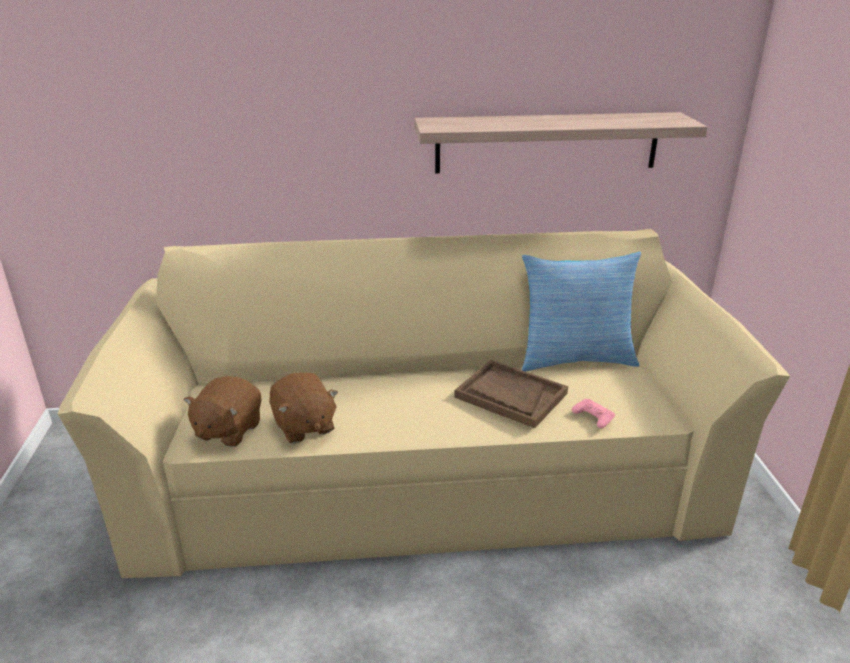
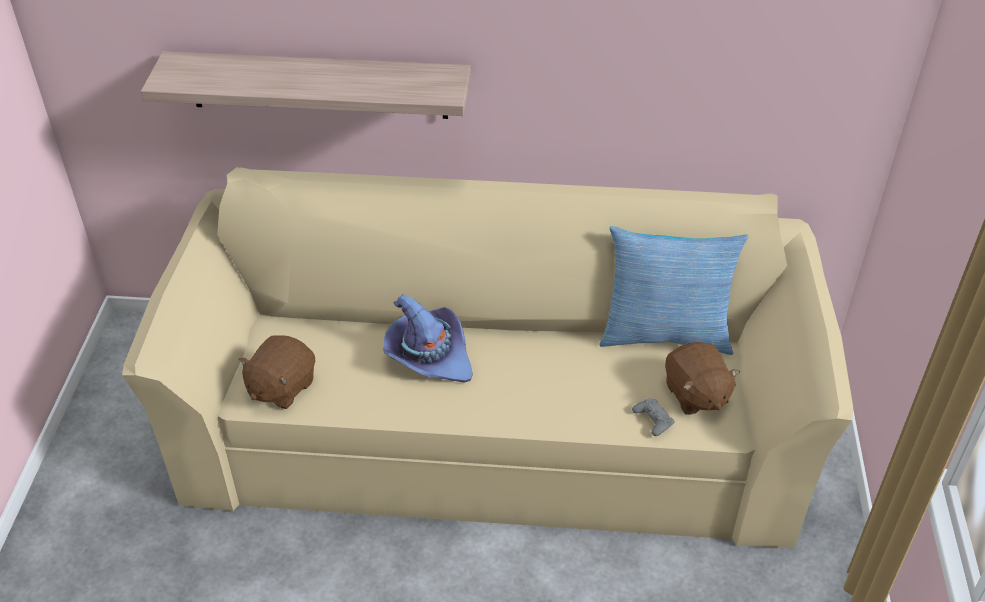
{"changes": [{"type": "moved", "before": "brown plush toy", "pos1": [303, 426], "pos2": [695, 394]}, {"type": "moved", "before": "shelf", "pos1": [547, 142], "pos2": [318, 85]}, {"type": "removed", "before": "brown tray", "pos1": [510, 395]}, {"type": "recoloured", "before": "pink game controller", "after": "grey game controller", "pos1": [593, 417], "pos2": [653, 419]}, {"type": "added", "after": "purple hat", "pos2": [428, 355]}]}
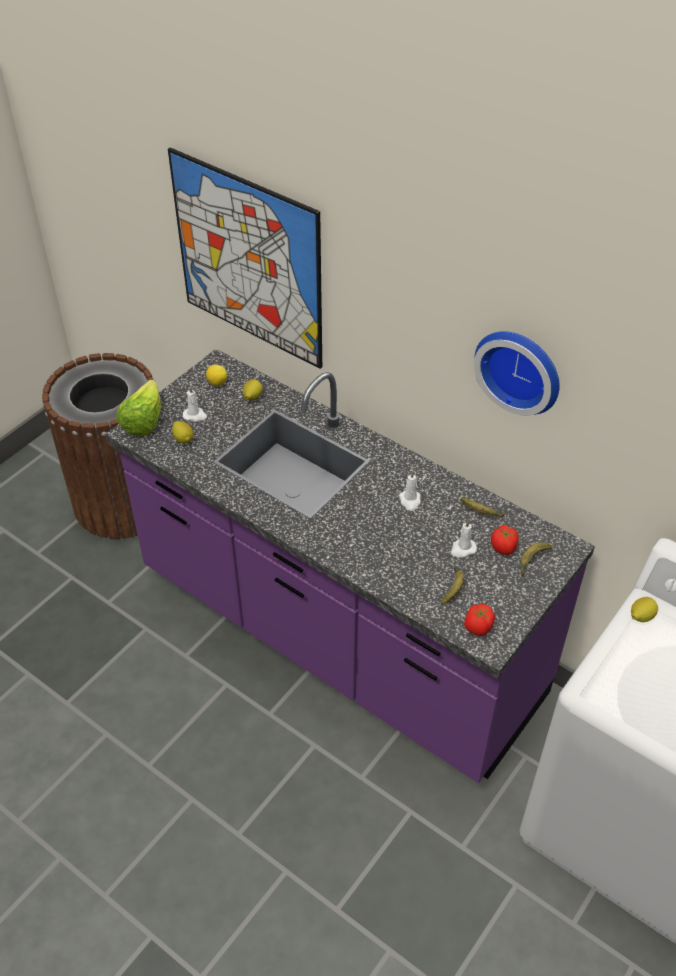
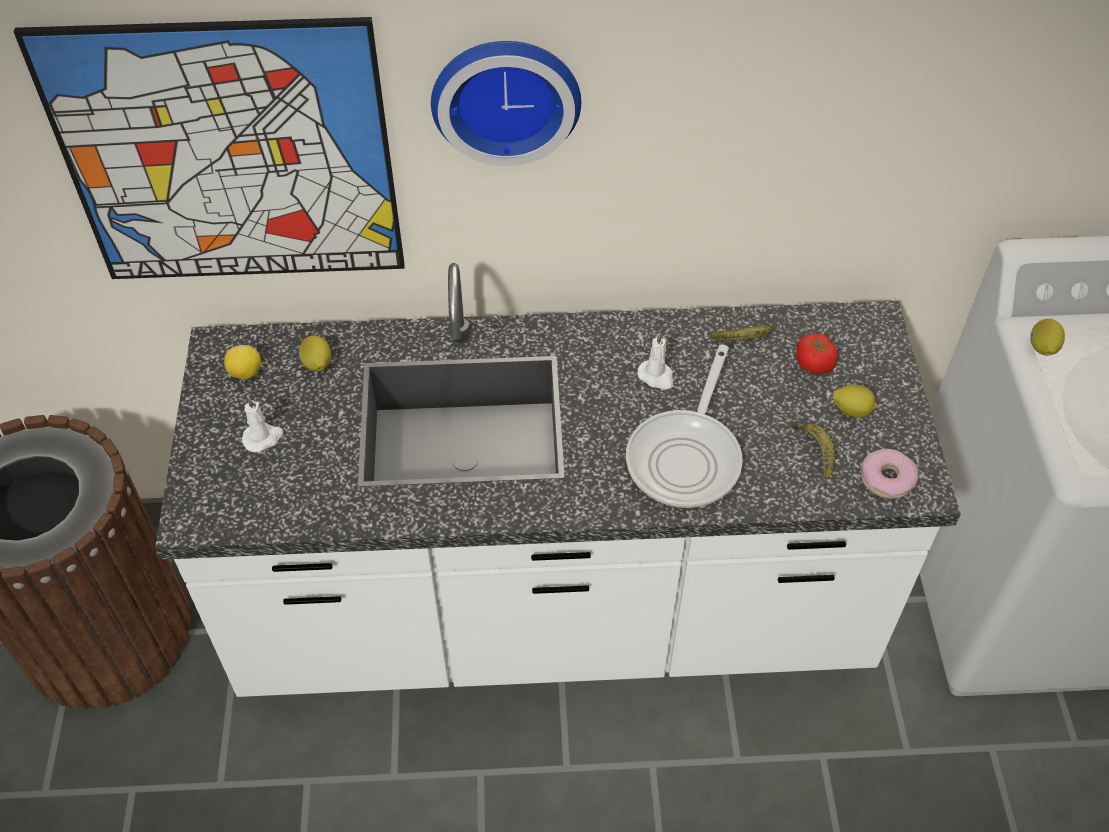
{"changes": [{"type": "recoloured", "before": "purple counter", "after": "white counter", "pos1": [338, 635], "pos2": [554, 612]}, {"type": "removed", "before": "lettuce", "pos1": [143, 421]}, {"type": "moved", "before": "lemon", "pos1": [183, 439], "pos2": [851, 410]}, {"type": "removed", "before": "white candle", "pos1": [462, 549]}, {"type": "replaced", "before": "tomato", "after": "donut", "pos1": [477, 627], "pos2": [887, 479]}, {"type": "moved", "before": "wall clock", "pos1": [520, 369], "pos2": [505, 95]}, {"type": "removed", "before": "banana", "pos1": [532, 560]}, {"type": "added", "after": "frying pan", "pos2": [687, 456]}]}
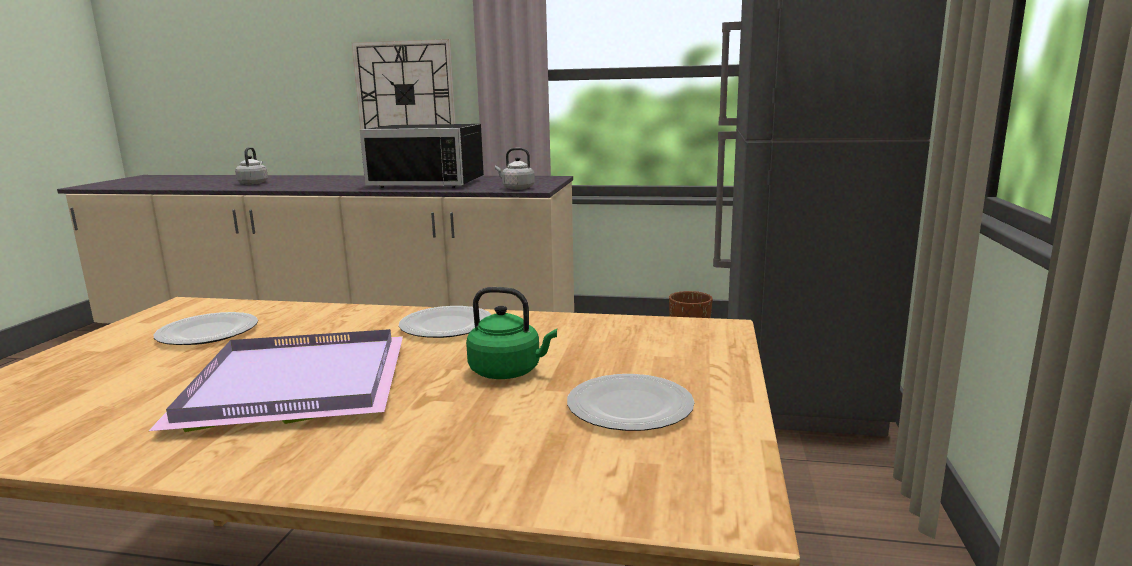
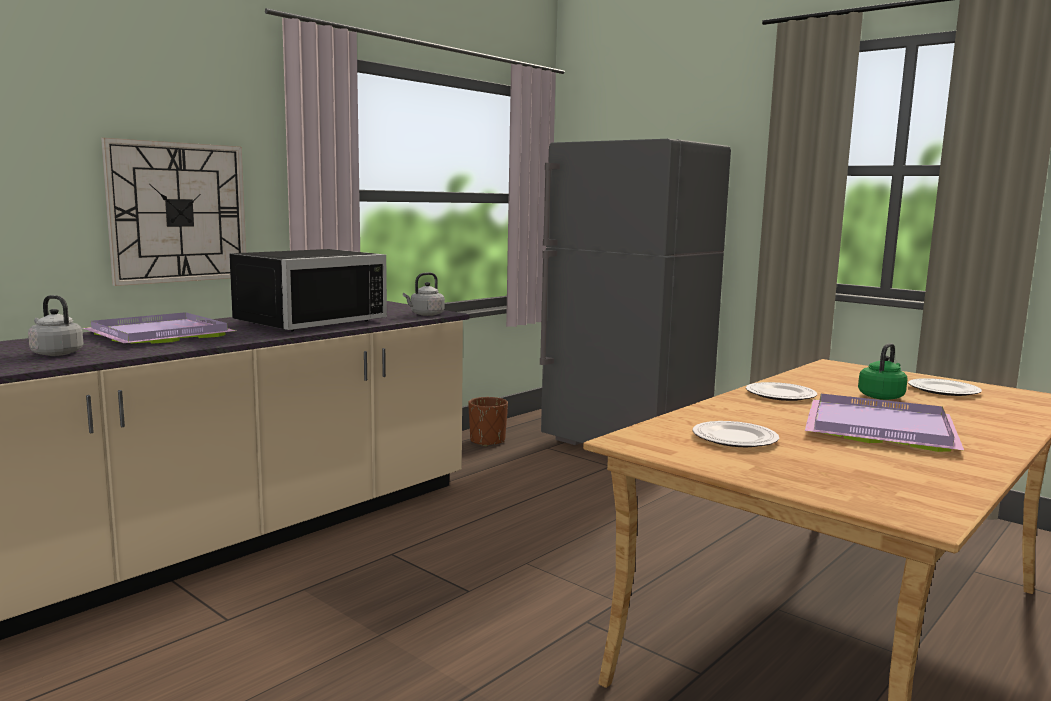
{"changes": [{"type": "added", "after": "purple tray", "pos2": [163, 334]}]}
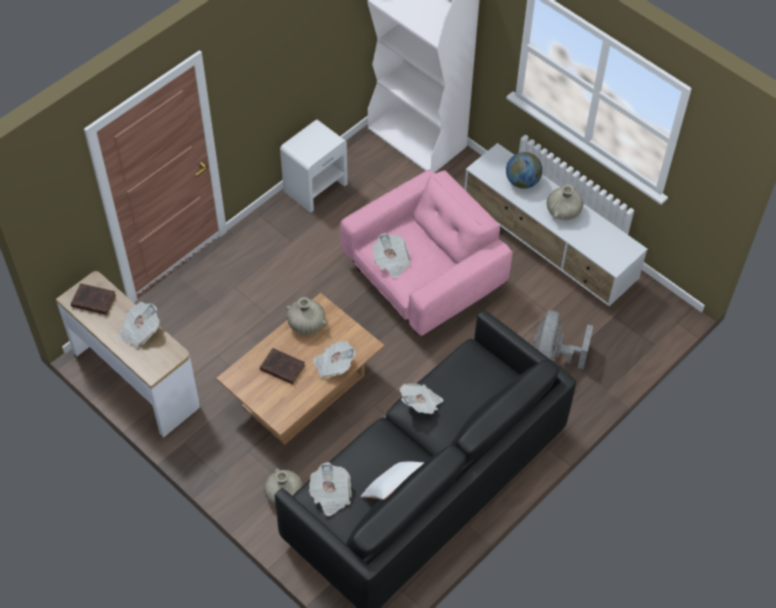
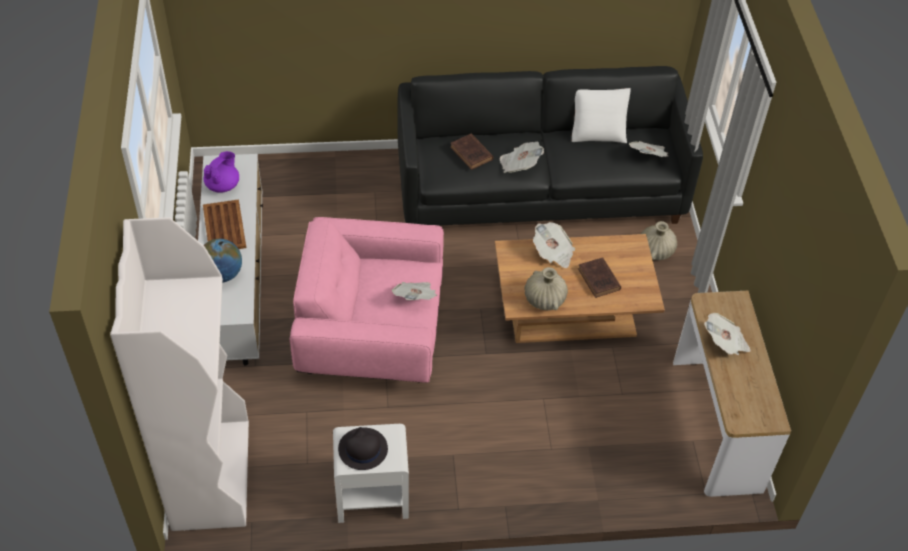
{"changes": [{"type": "moved", "before": "brown book", "pos1": [92, 300], "pos2": [472, 154]}, {"type": "removed", "before": "grey fan", "pos1": [552, 358]}, {"type": "replaced", "before": "beige vase", "after": "brown tray", "pos1": [563, 211], "pos2": [224, 226]}, {"type": "added", "after": "purple teapot", "pos2": [223, 185]}, {"type": "added", "after": "black hat", "pos2": [362, 449]}]}
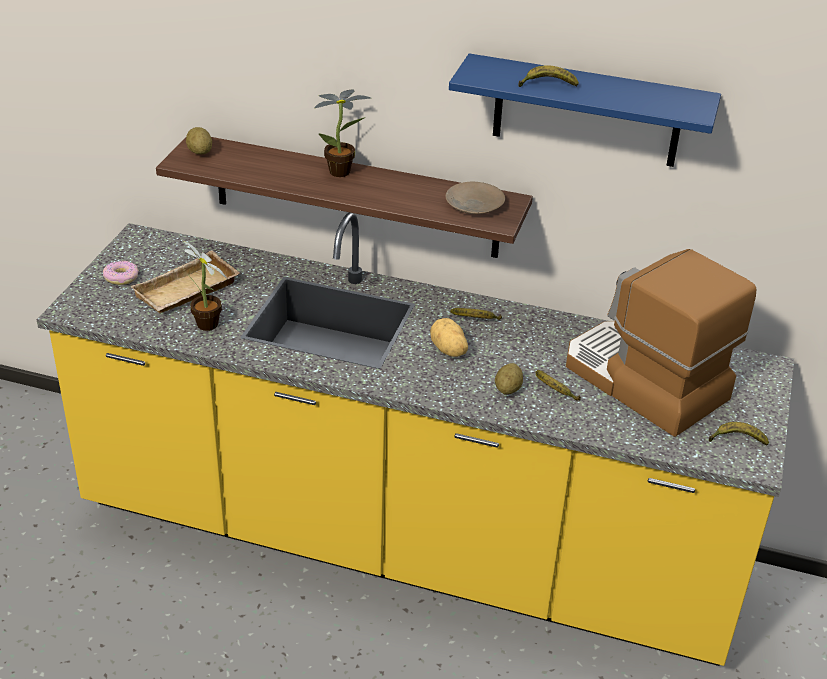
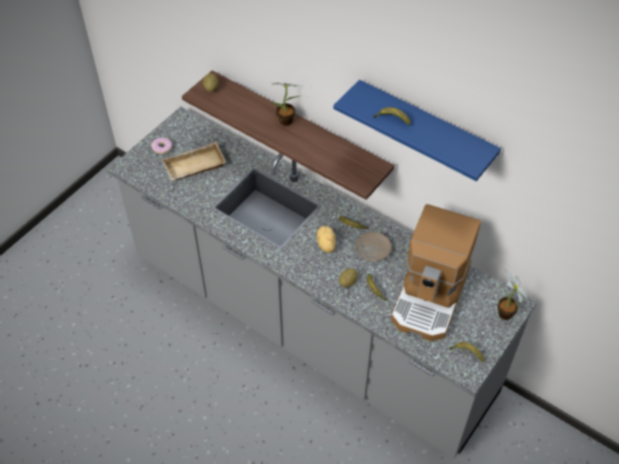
{"changes": [{"type": "recoloured", "before": "yellow counter", "after": "grey counter", "pos1": [405, 545], "pos2": [309, 326]}, {"type": "moved", "before": "potted plant", "pos1": [208, 327], "pos2": [505, 316]}, {"type": "moved", "before": "beige plate", "pos1": [474, 205], "pos2": [372, 250]}, {"type": "turned", "before": "coffee machine", "pos1": [642, 382], "pos2": [431, 297], "turn": -135}]}
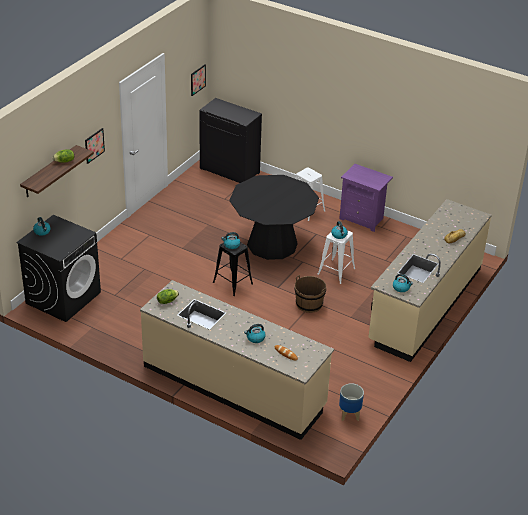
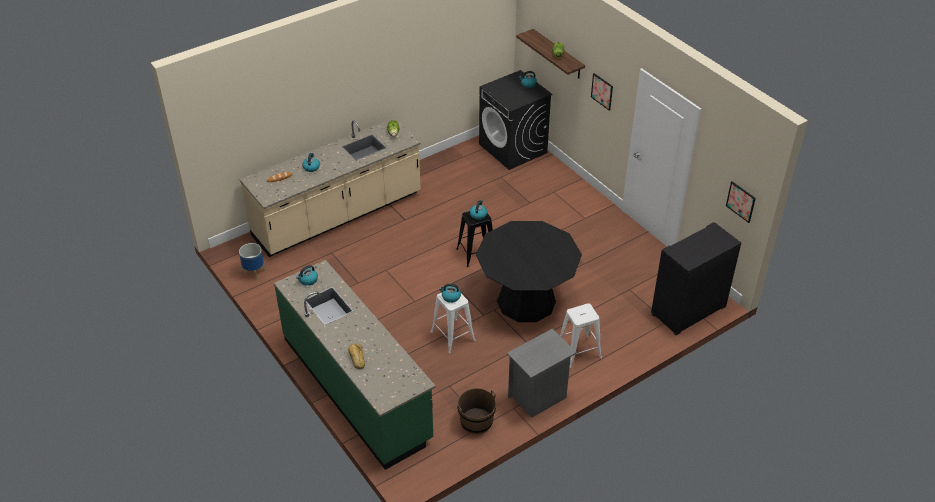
{"changes": [{"type": "moved", "before": "brown bucket", "pos1": [309, 304], "pos2": [476, 421]}, {"type": "recoloured", "before": "purple nightstand", "after": "grey nightstand", "pos1": [363, 219], "pos2": [538, 397]}, {"type": "recoloured", "before": "beige counter", "after": "green counter", "pos1": [425, 304], "pos2": [357, 388]}]}
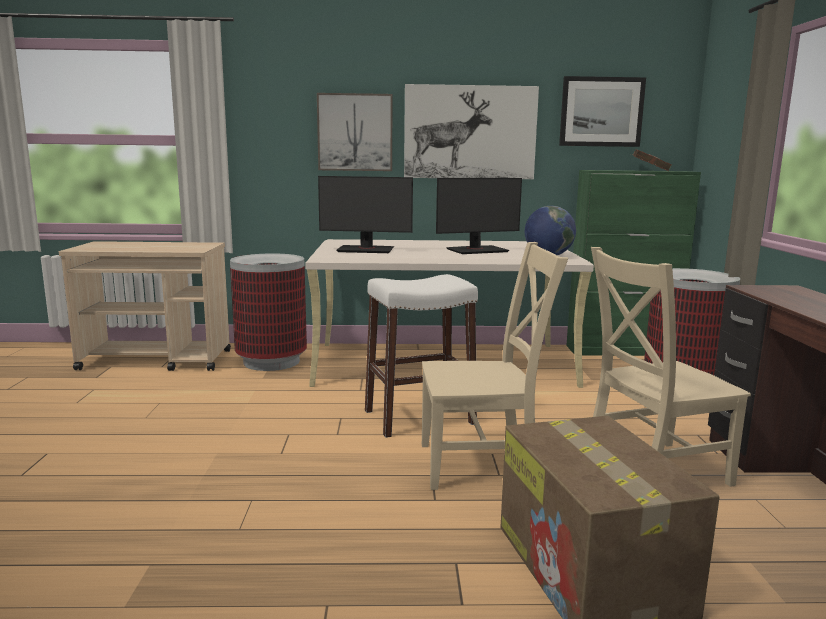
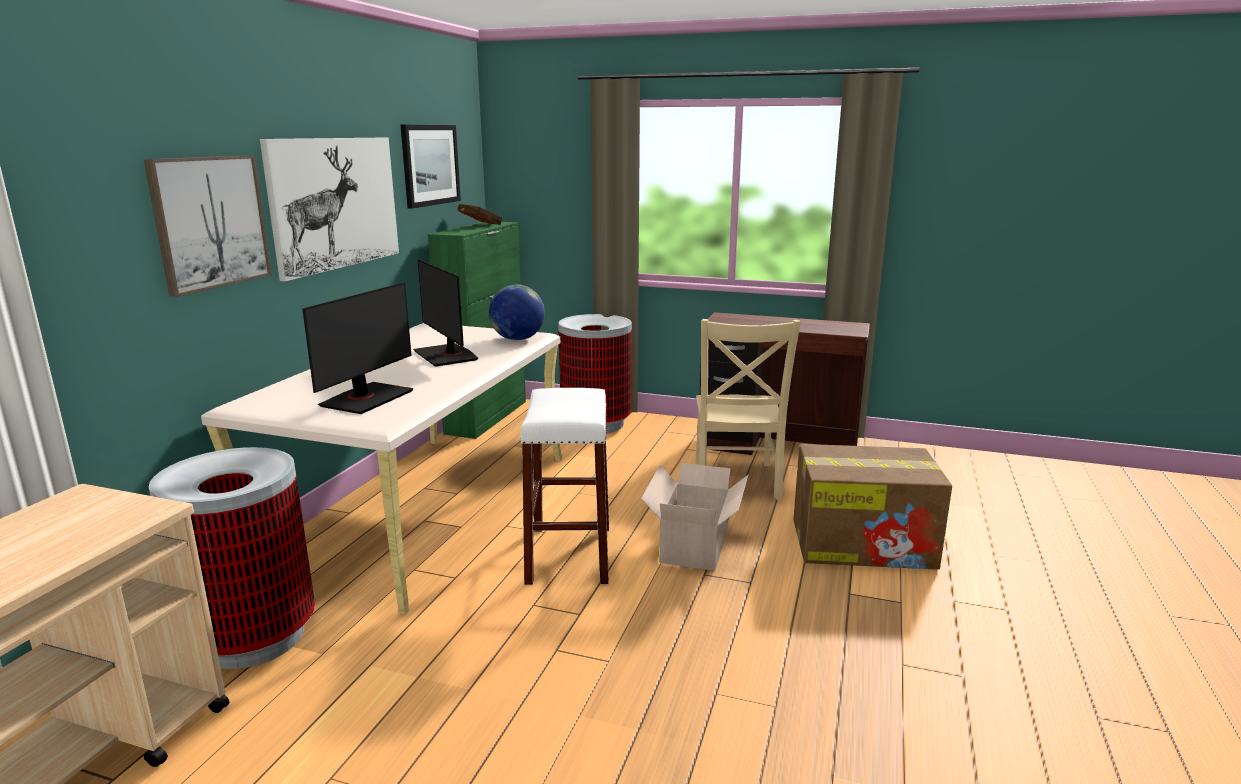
{"changes": [{"type": "replaced", "before": "beige chair", "after": "cardboard box", "pos1": [483, 464], "pos2": [695, 545]}, {"type": "turned", "before": "monitor", "pos1": [476, 250], "pos2": [446, 355], "turn": 150}]}
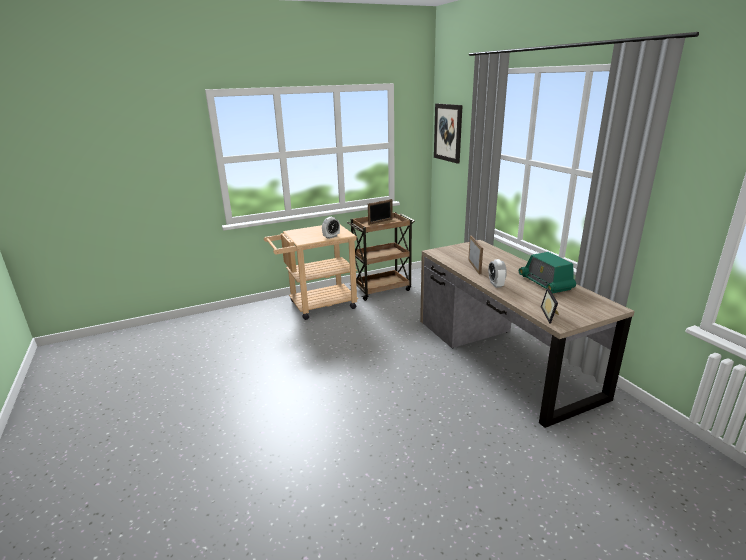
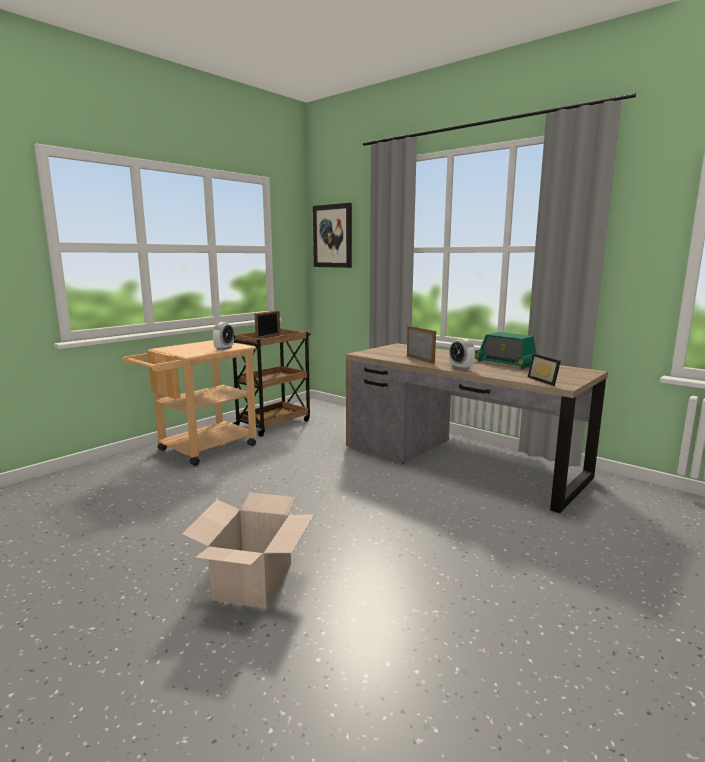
{"changes": [{"type": "added", "after": "cardboard box", "pos2": [253, 581]}]}
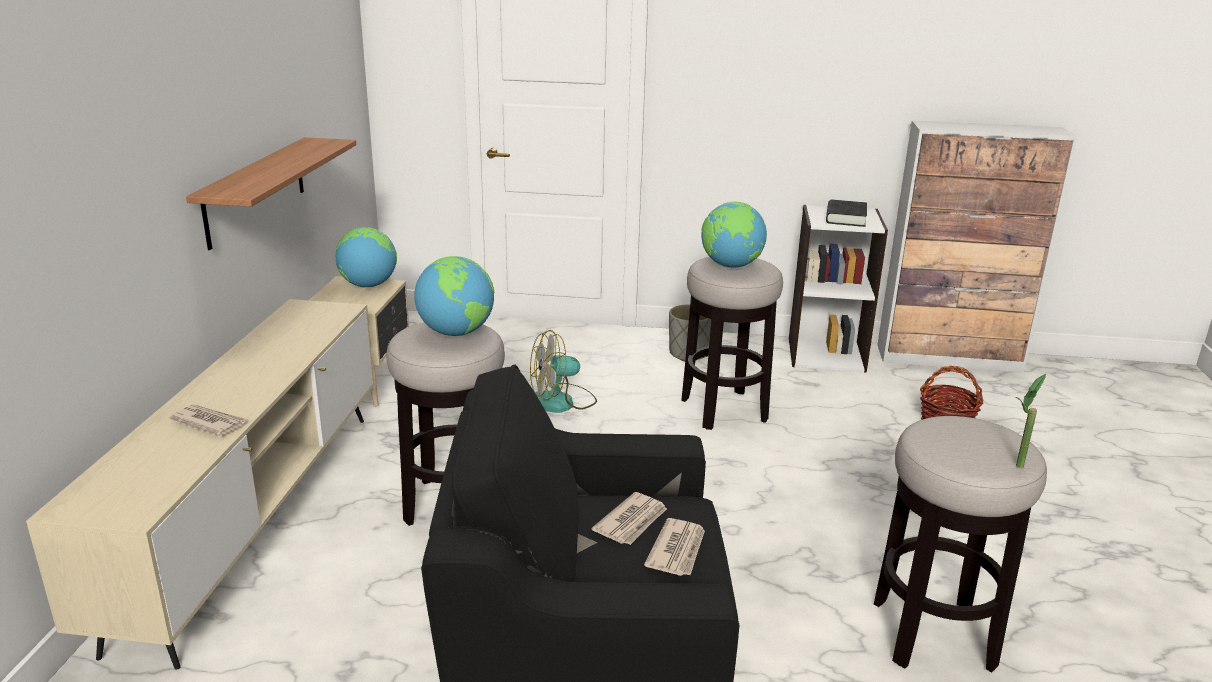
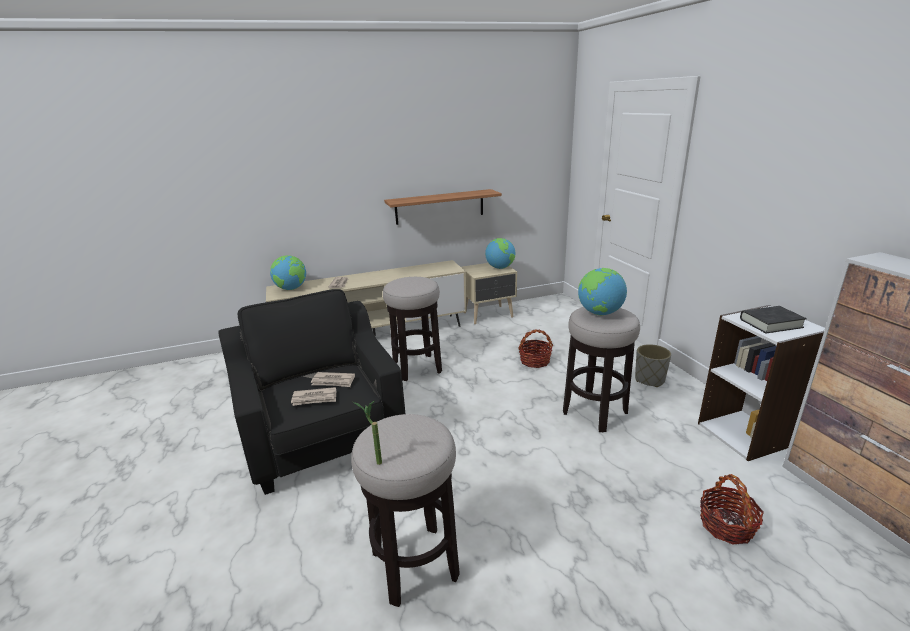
{"changes": [{"type": "moved", "before": "globe", "pos1": [456, 333], "pos2": [291, 289]}, {"type": "replaced", "before": "fan", "after": "basket", "pos1": [561, 402], "pos2": [534, 361]}]}
